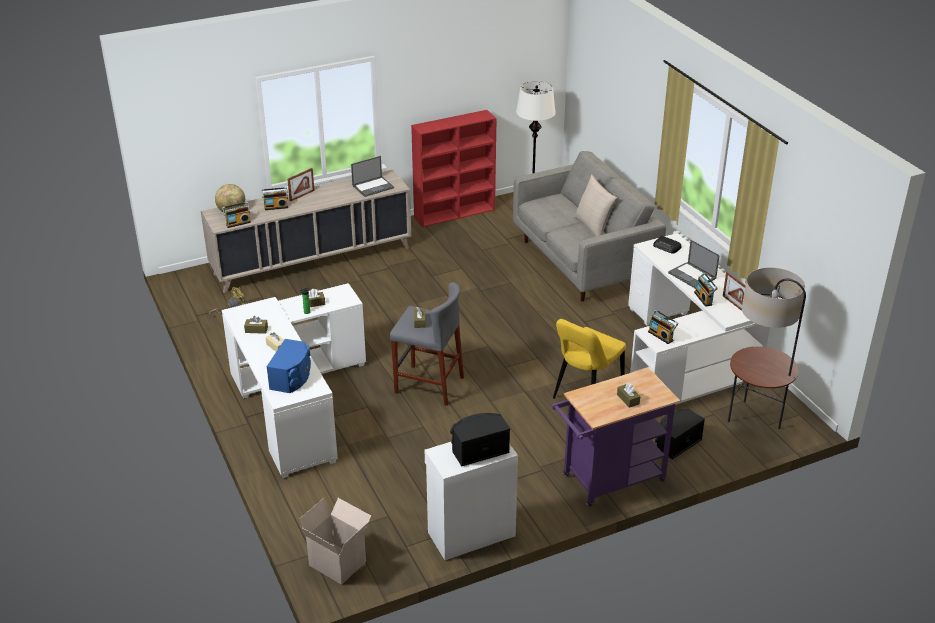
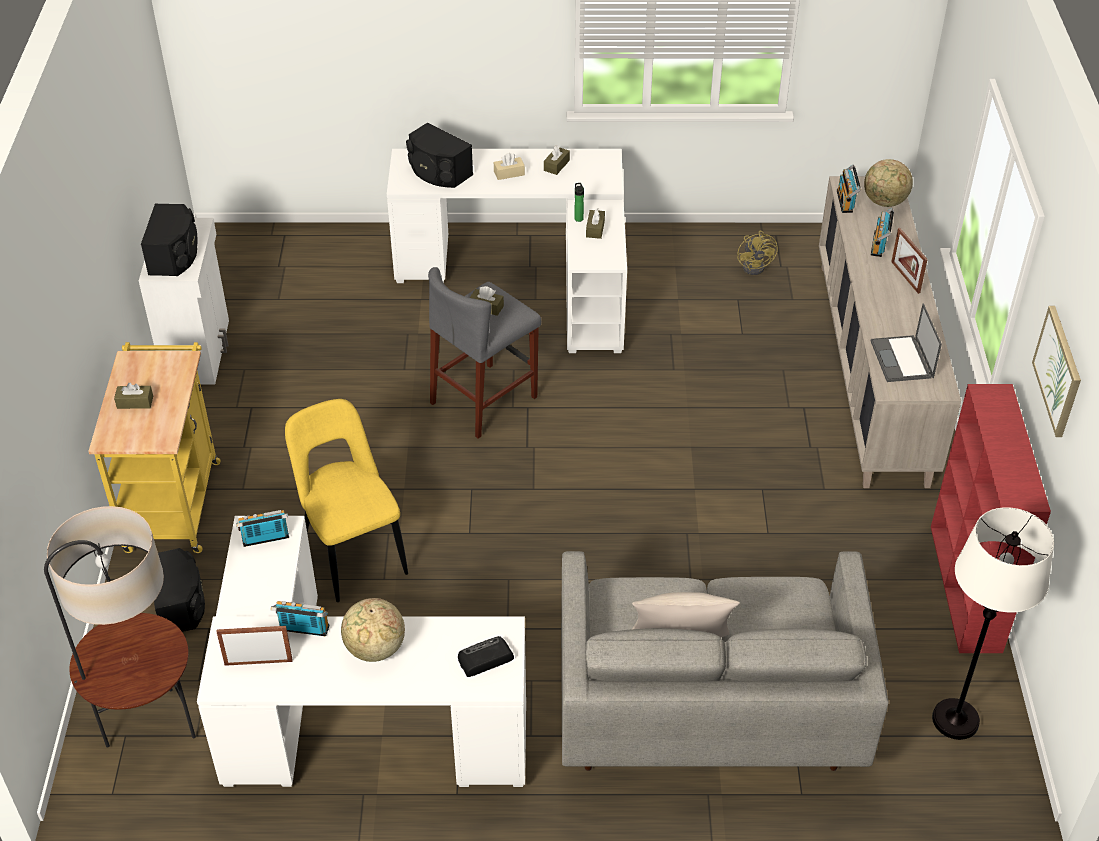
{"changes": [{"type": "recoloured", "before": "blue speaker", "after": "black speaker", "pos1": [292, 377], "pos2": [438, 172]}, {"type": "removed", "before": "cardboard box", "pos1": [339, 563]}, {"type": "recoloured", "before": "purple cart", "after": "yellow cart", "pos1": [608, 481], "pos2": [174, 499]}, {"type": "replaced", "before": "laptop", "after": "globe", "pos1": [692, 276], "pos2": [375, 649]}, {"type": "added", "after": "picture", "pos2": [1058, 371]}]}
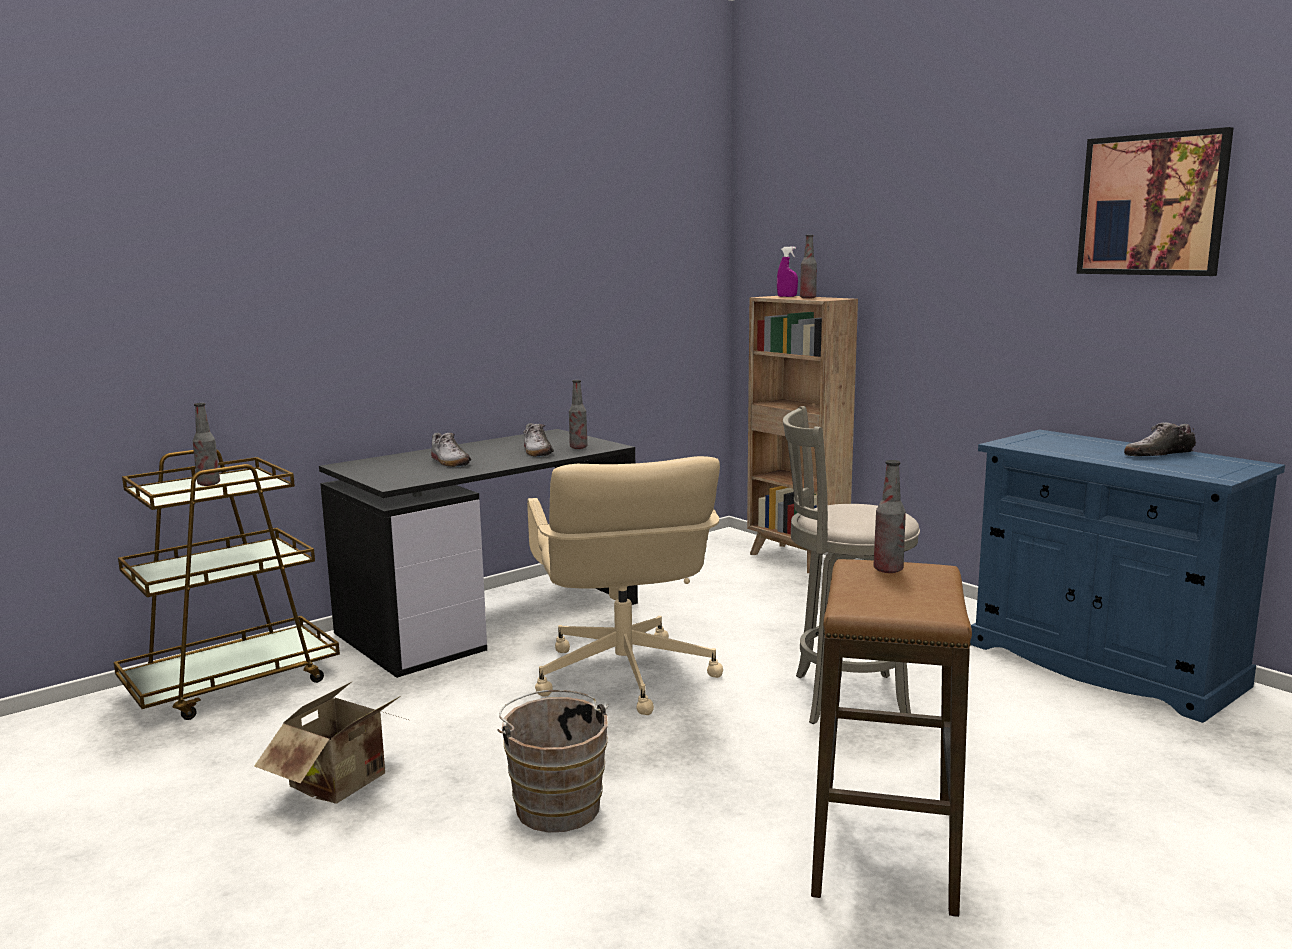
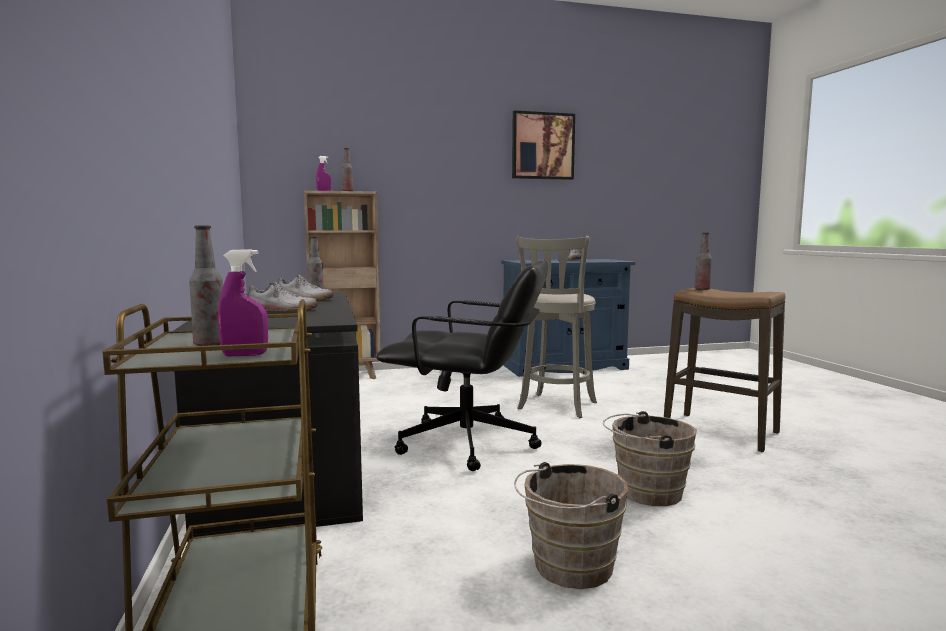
{"changes": [{"type": "replaced", "before": "cardboard box", "after": "brown bucket", "pos1": [345, 783], "pos2": [567, 568]}, {"type": "recoloured", "before": "beige office chair", "after": "black office chair", "pos1": [623, 677], "pos2": [468, 444]}, {"type": "added", "after": "purple spray bottle", "pos2": [245, 355]}]}
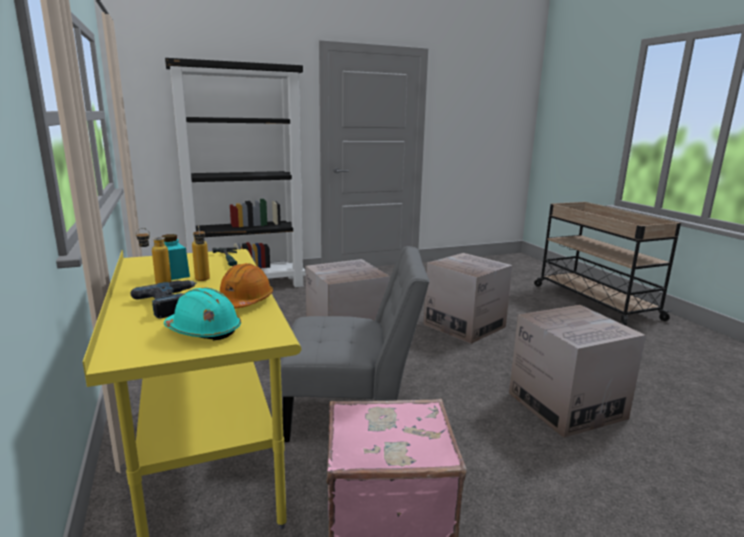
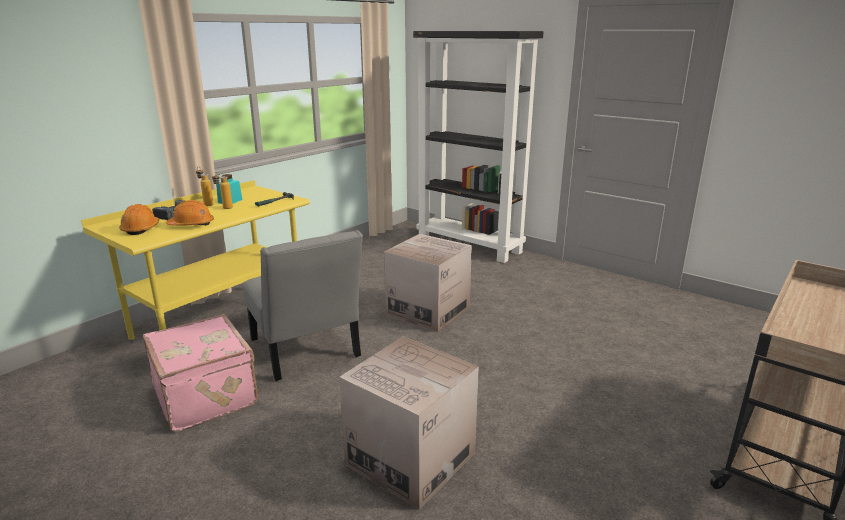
{"changes": [{"type": "recoloured", "before": "turquoise hard hat", "after": "orange hard hat", "pos1": [204, 331], "pos2": [141, 229]}, {"type": "removed", "before": "cardboard box", "pos1": [464, 325]}]}
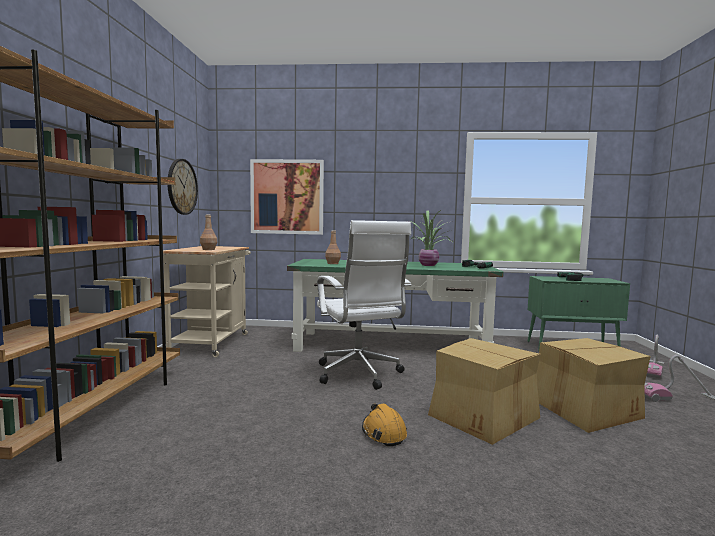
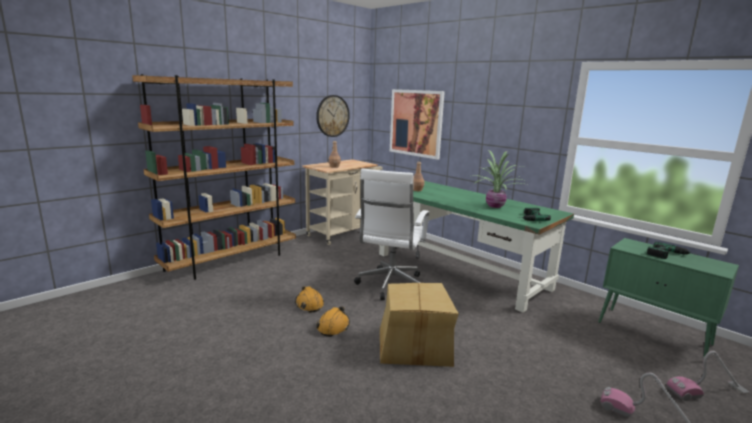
{"changes": [{"type": "removed", "before": "cardboard box", "pos1": [584, 409]}, {"type": "added", "after": "orange hard hat", "pos2": [309, 304]}]}
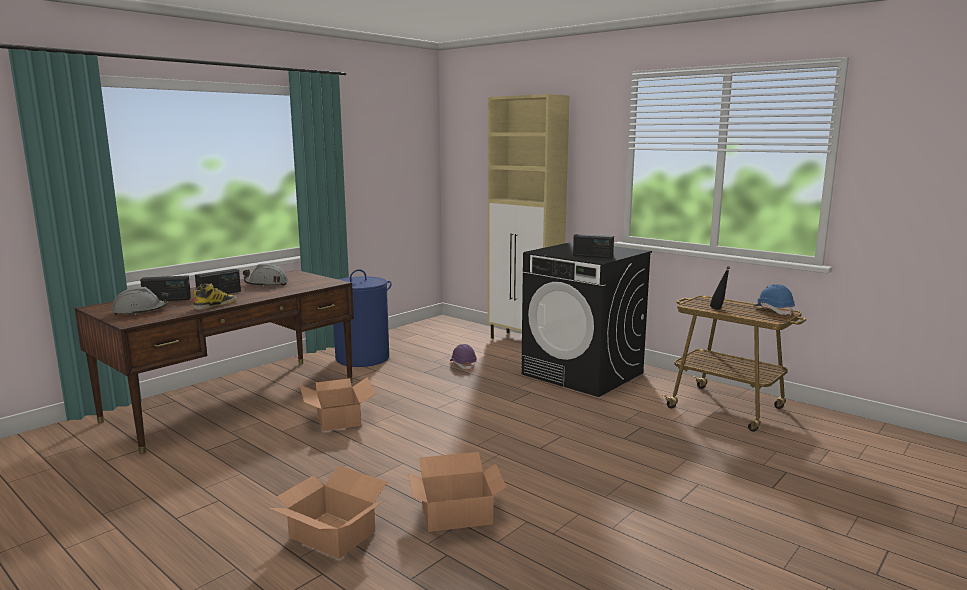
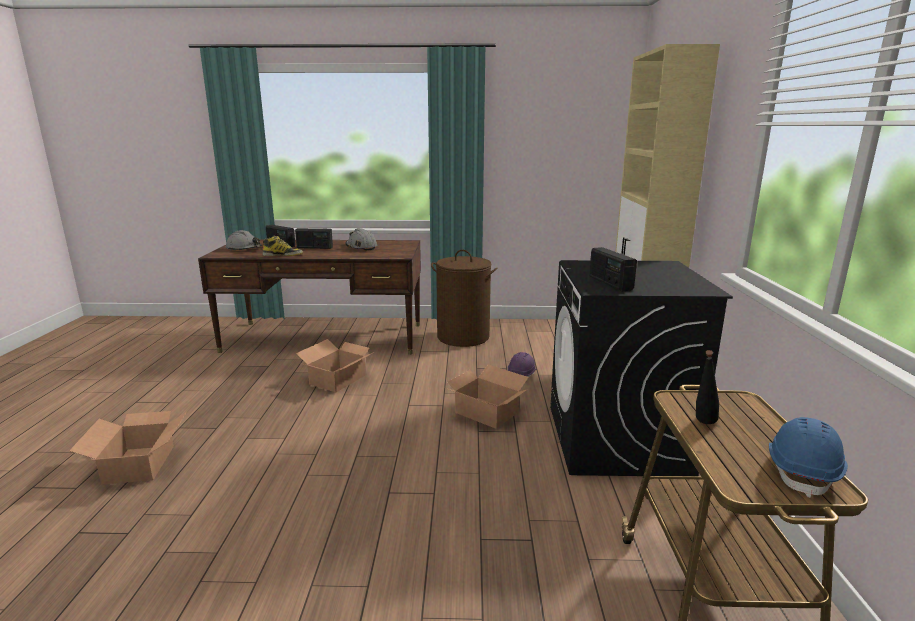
{"changes": [{"type": "recoloured", "before": "blue laundry basket", "after": "brown laundry basket", "pos1": [362, 358], "pos2": [463, 337]}, {"type": "moved", "before": "cardboard box", "pos1": [457, 514], "pos2": [486, 413]}]}
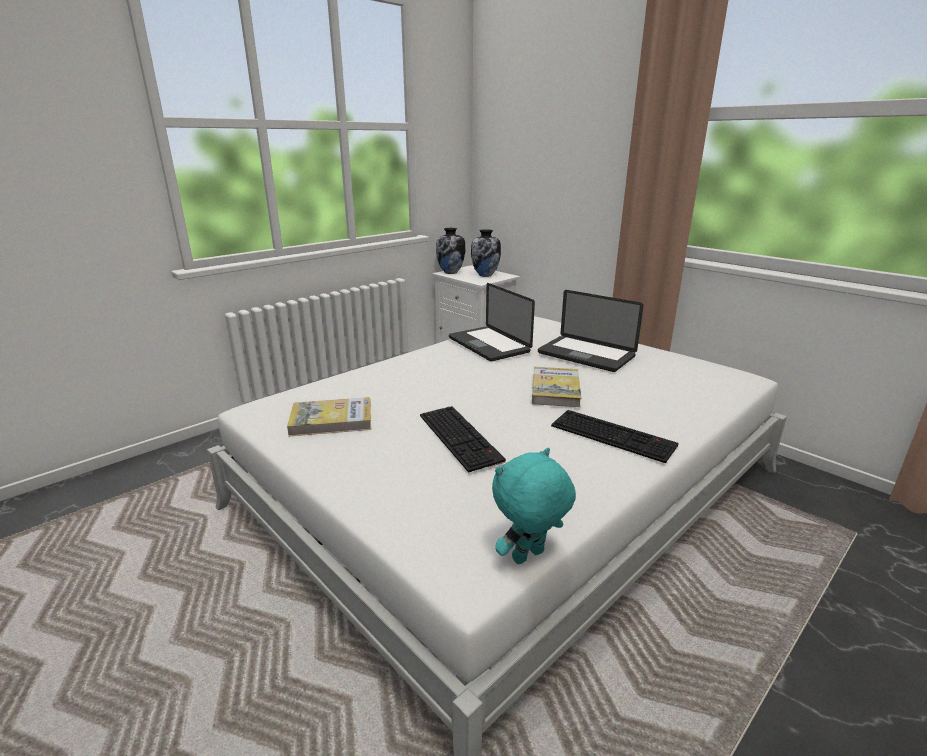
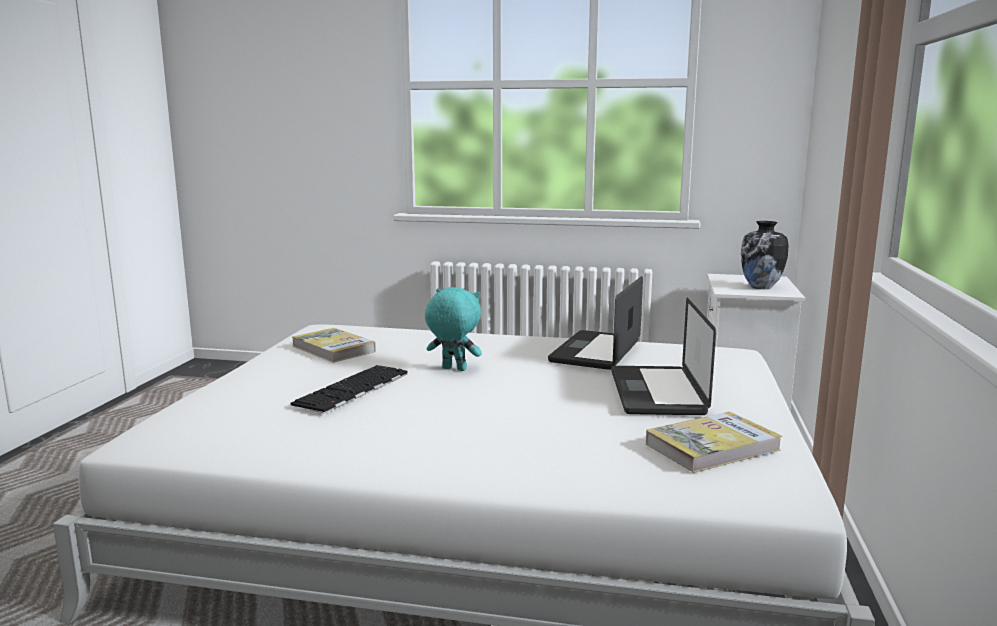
{"changes": [{"type": "removed", "before": "vase", "pos1": [451, 272]}, {"type": "moved", "before": "turquoise plush toy", "pos1": [529, 557], "pos2": [453, 369]}, {"type": "moved", "before": "book", "pos1": [555, 390], "pos2": [712, 447]}, {"type": "removed", "before": "keyboard", "pos1": [614, 435]}]}
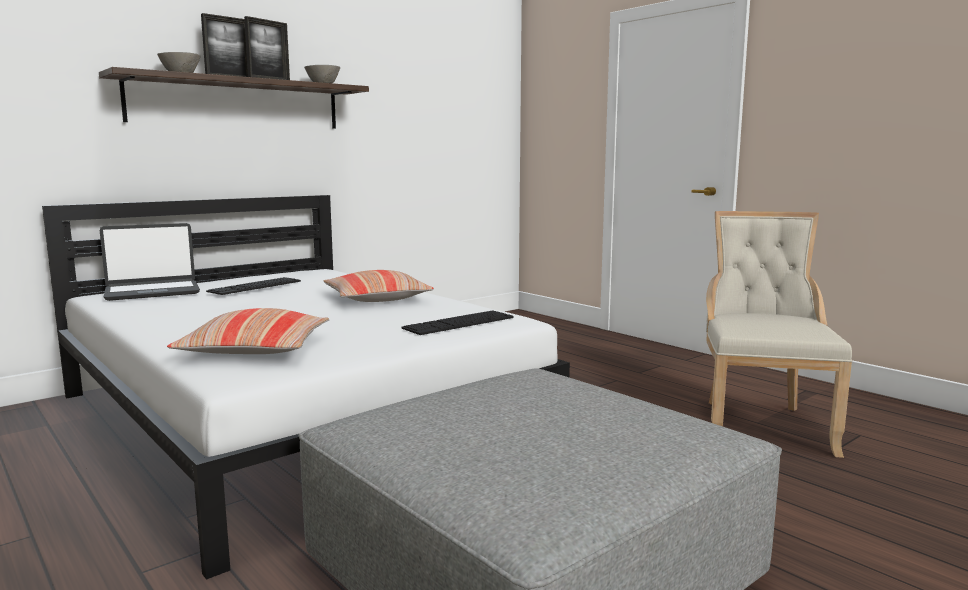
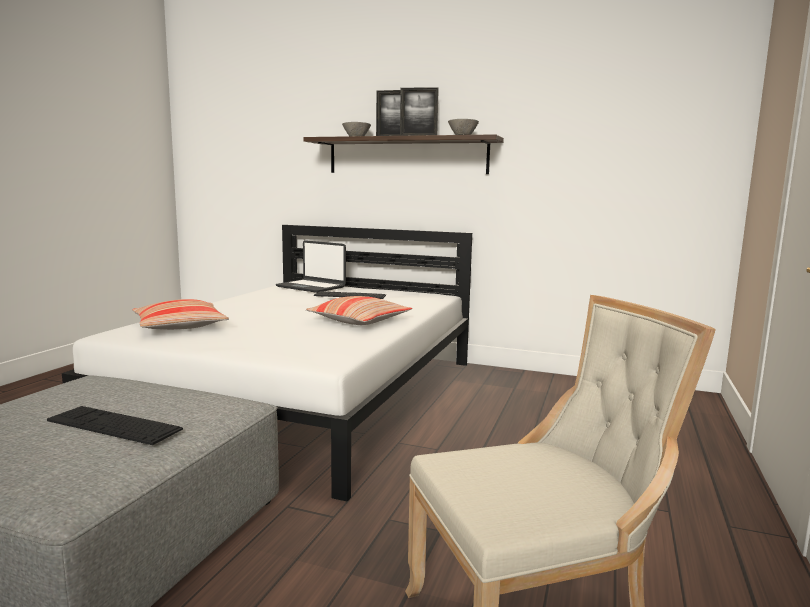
{"changes": [{"type": "moved", "before": "keyboard", "pos1": [459, 323], "pos2": [114, 425]}]}
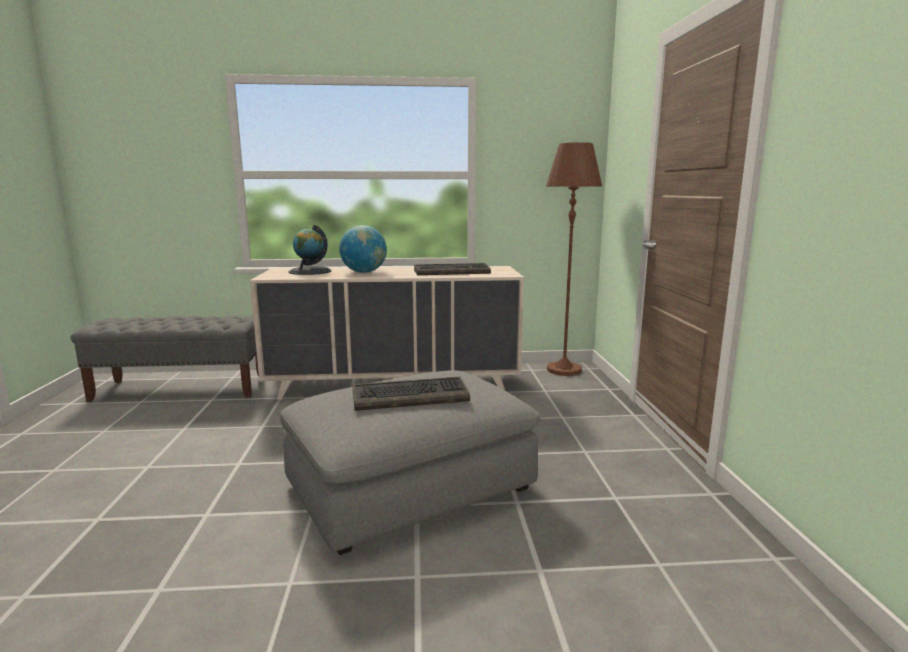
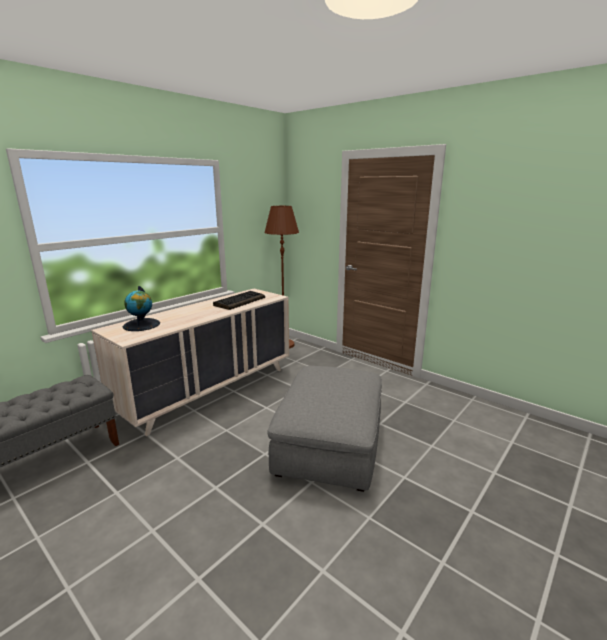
{"changes": [{"type": "removed", "before": "globe", "pos1": [364, 272]}, {"type": "removed", "before": "keyboard", "pos1": [411, 396]}]}
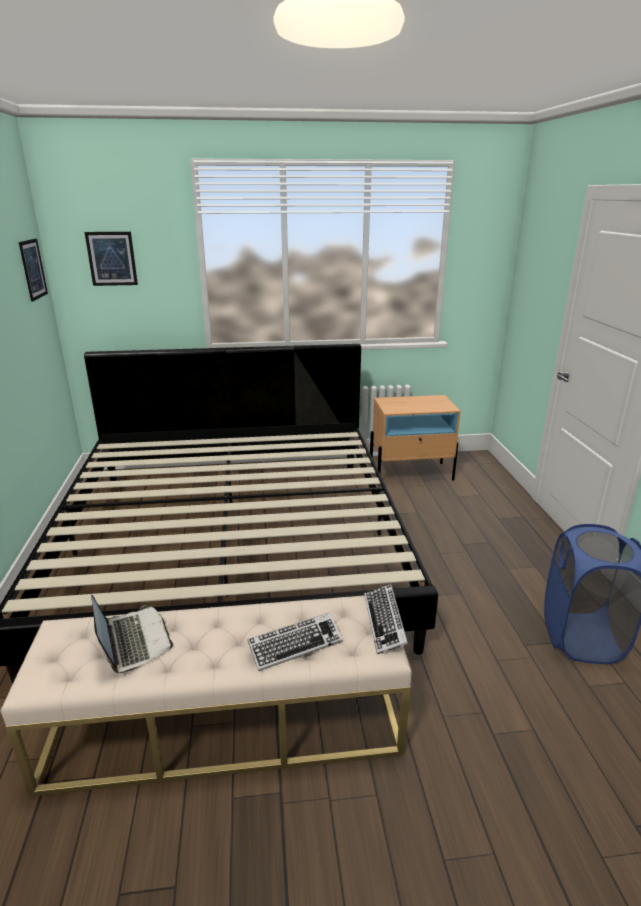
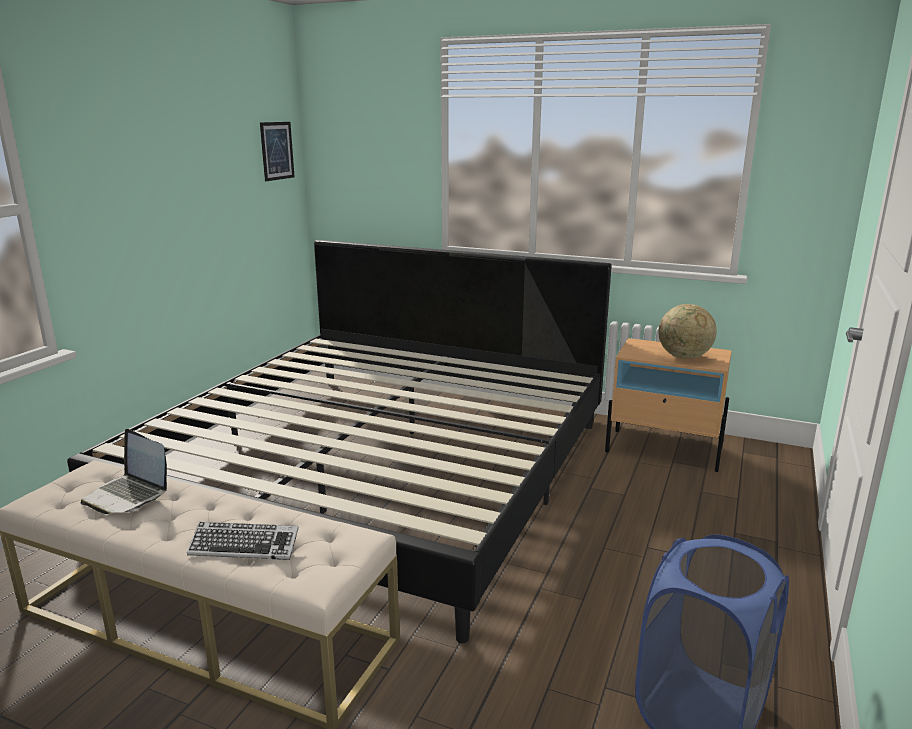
{"changes": [{"type": "removed", "before": "picture", "pos1": [111, 259]}, {"type": "turned", "before": "laptop", "pos1": [132, 641], "pos2": [128, 495], "turn": 120}, {"type": "removed", "before": "keyboard", "pos1": [385, 622]}, {"type": "added", "after": "globe", "pos2": [684, 357]}]}
